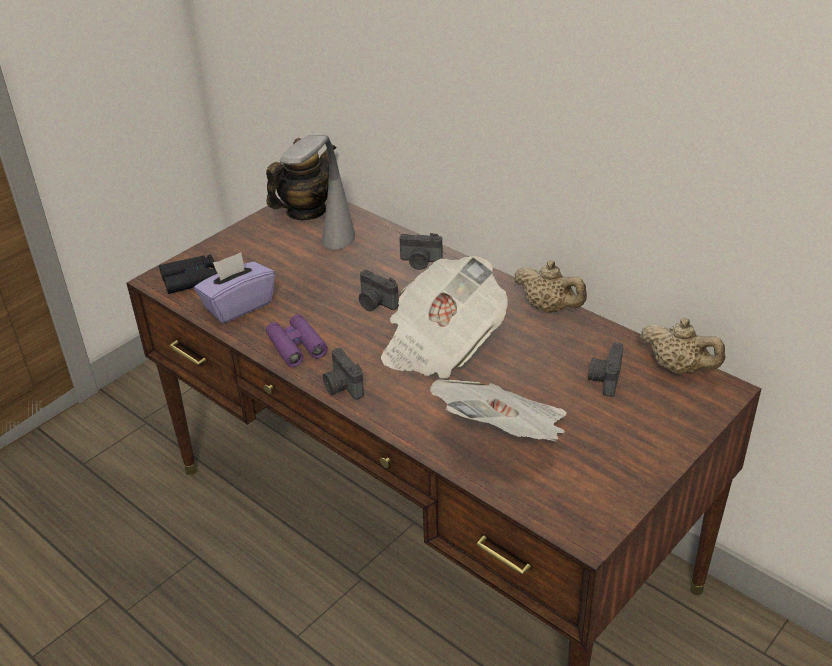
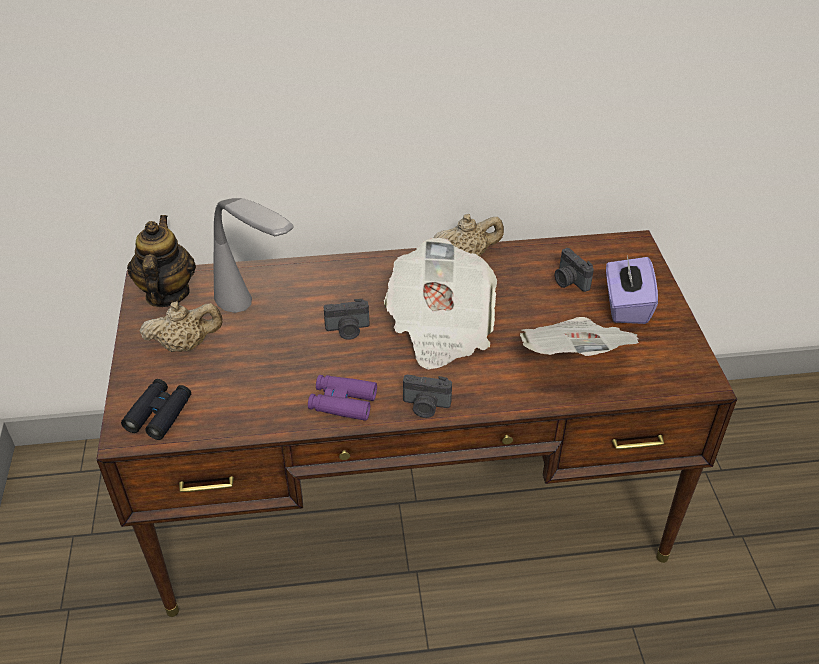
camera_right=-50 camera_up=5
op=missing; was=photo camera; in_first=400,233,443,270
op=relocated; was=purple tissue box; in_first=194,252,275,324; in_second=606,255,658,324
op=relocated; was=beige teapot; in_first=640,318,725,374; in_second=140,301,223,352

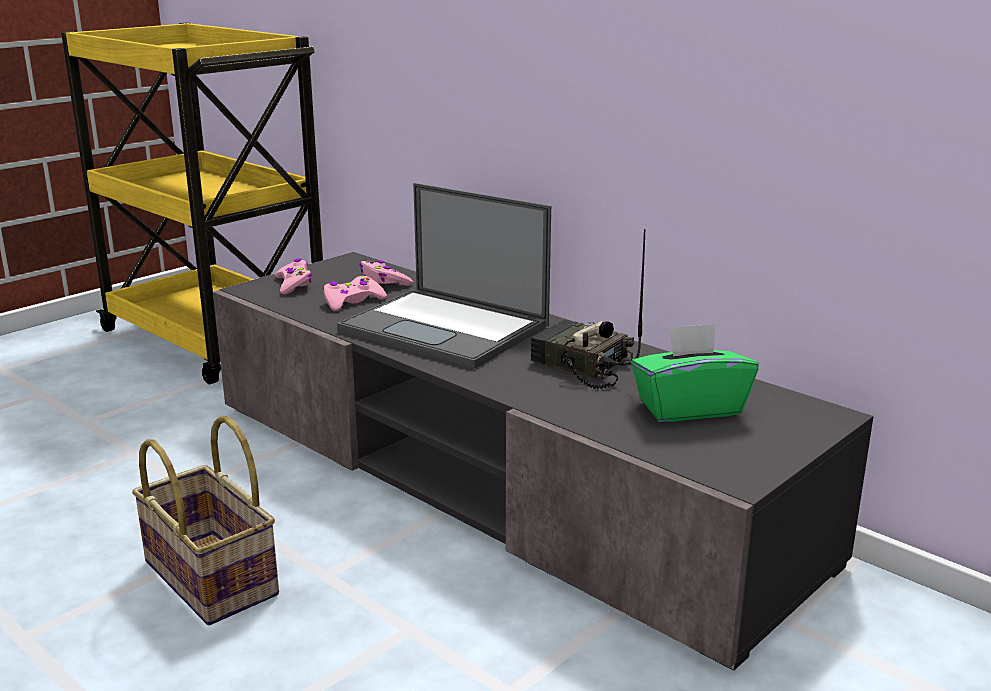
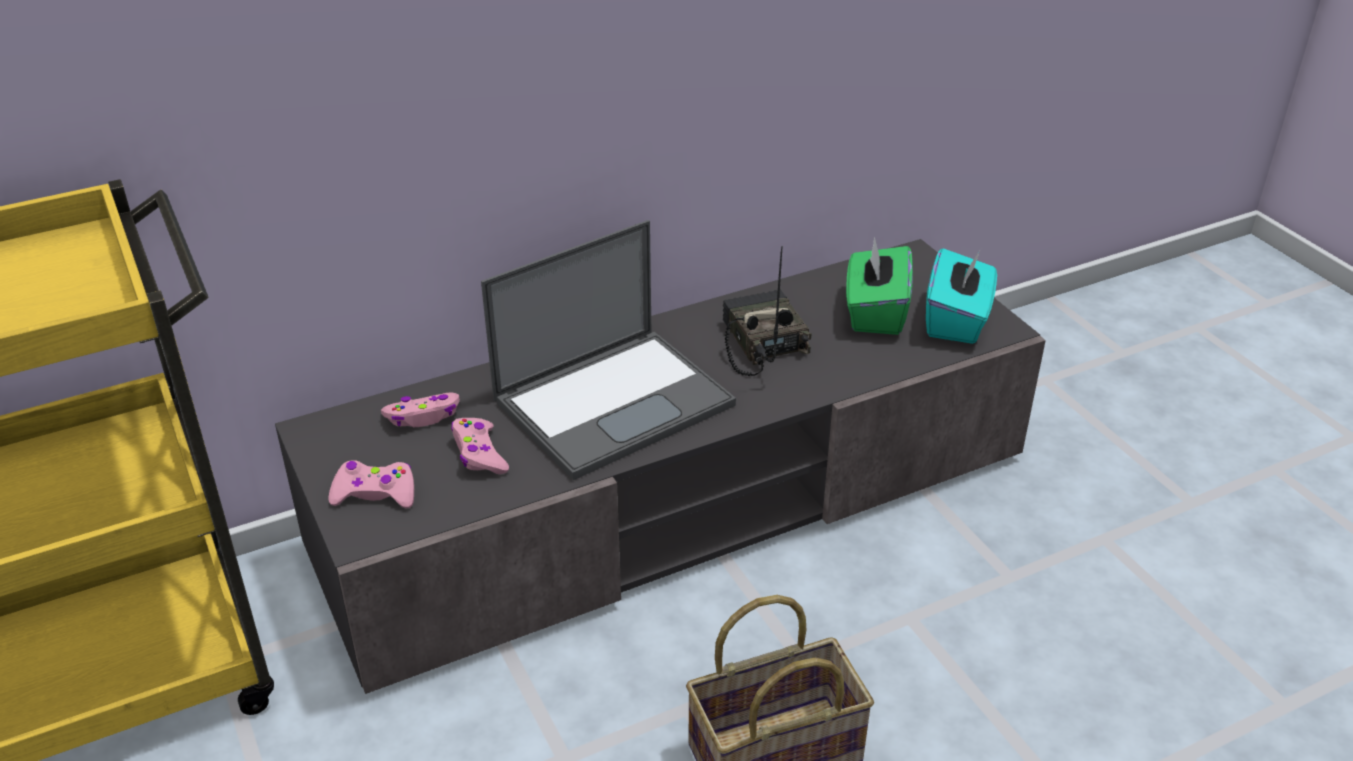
camera_right=-70 camera_up=15
op=appeared; now=turquoise tissue box; in_second=926,248,997,344
op=spun; was=radio; in_first=531,229,646,389; in_second=723,246,812,376; clockwise=105

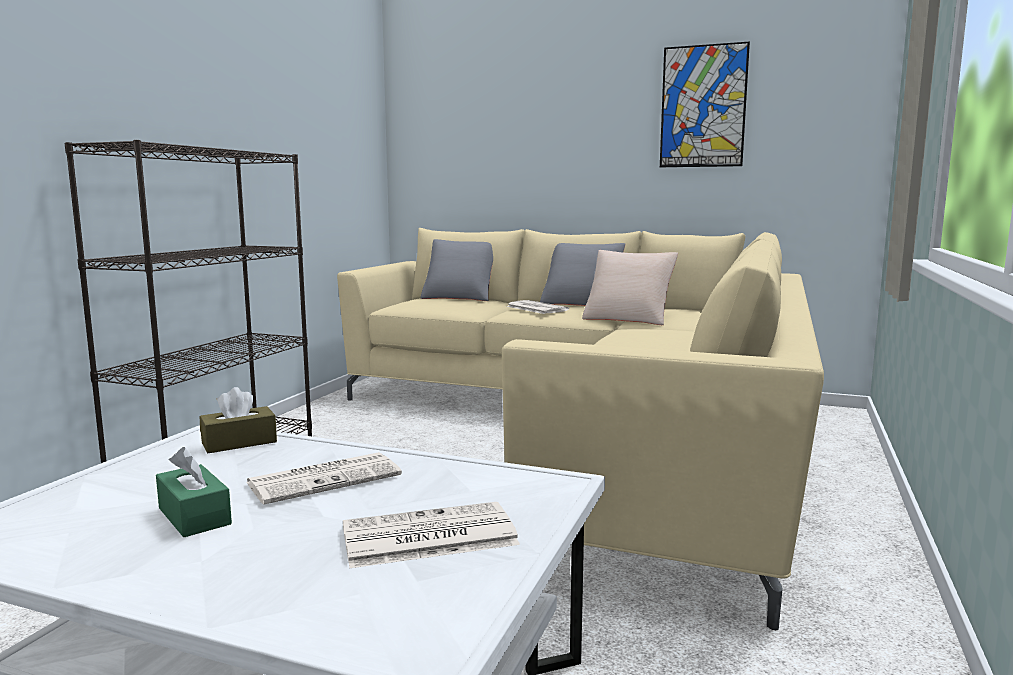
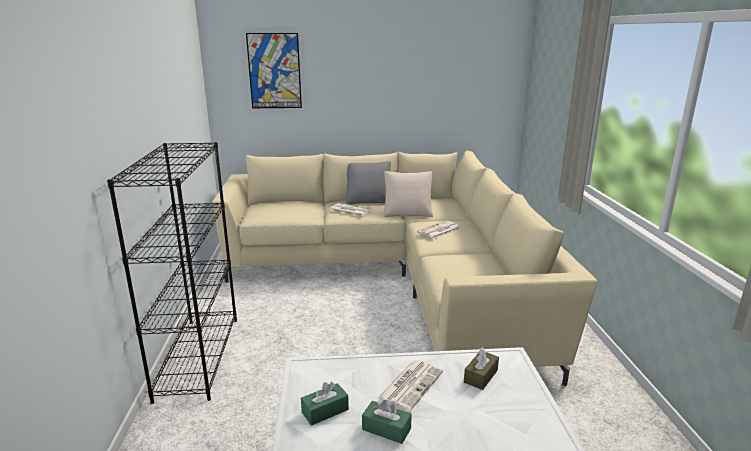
camera_right=-25 camera_up=10
op=missing; was=grey pillow; in_first=421,239,493,301
op=appeared; now=green tissue box; in_second=301,382,349,426
op=relocated; was=brown tissue box; in_first=200,387,277,453; in_second=464,348,499,390
op=relocated; was=newspaper; in_first=343,502,520,568; in_second=417,221,462,239
op=relocated; was=picture; in_first=660,41,750,167; in_second=246,33,302,108

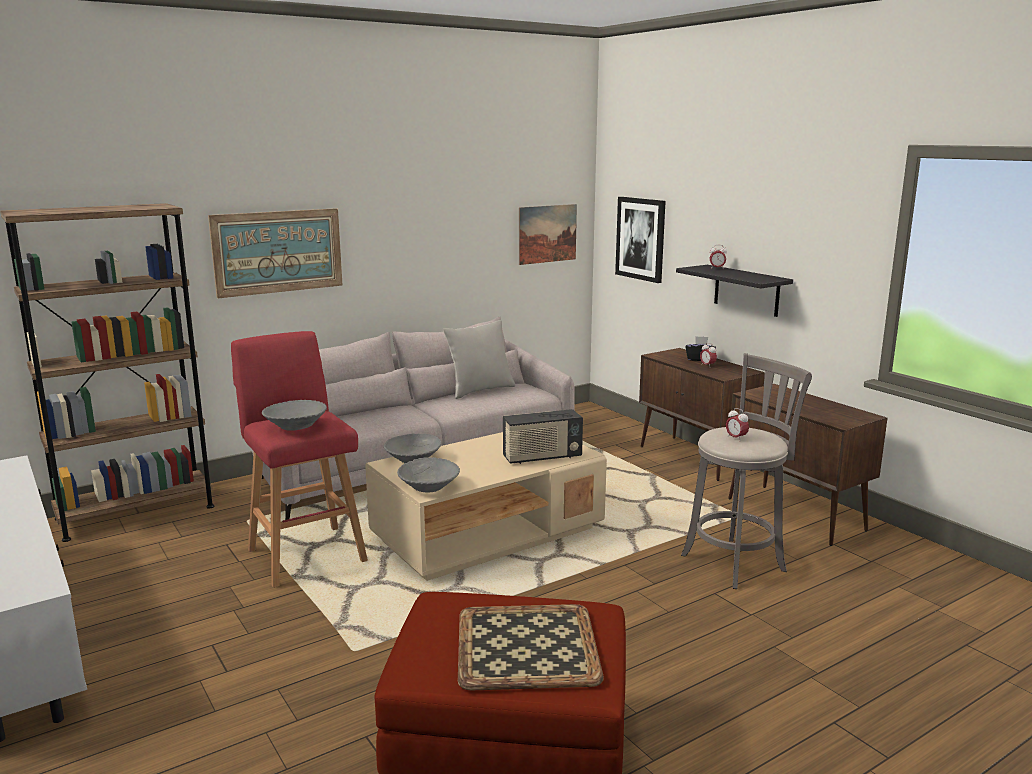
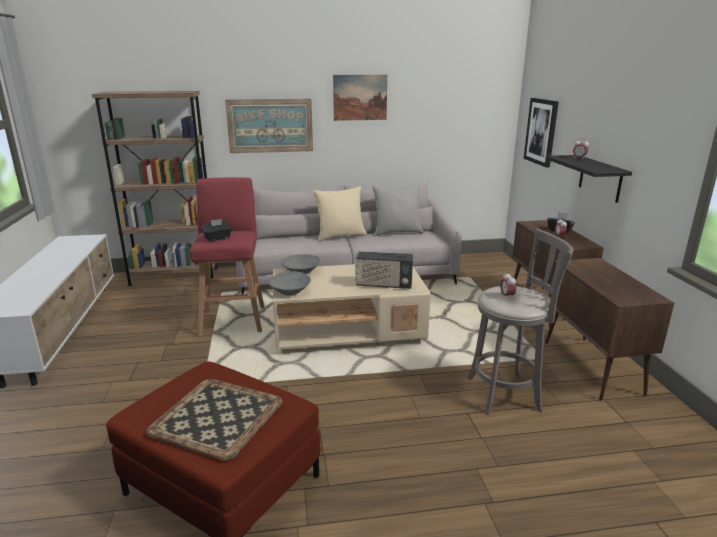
camera_right=25 camera_up=5
op=appeared; now=beige pillow; in_second=313,187,367,241
op=relocated; was=picture; in_first=519,204,577,265; in_second=333,75,387,121
op=exchanged; was=grey bowl; now=black tissue box; in_first=262,400,327,431; in_second=201,219,232,241

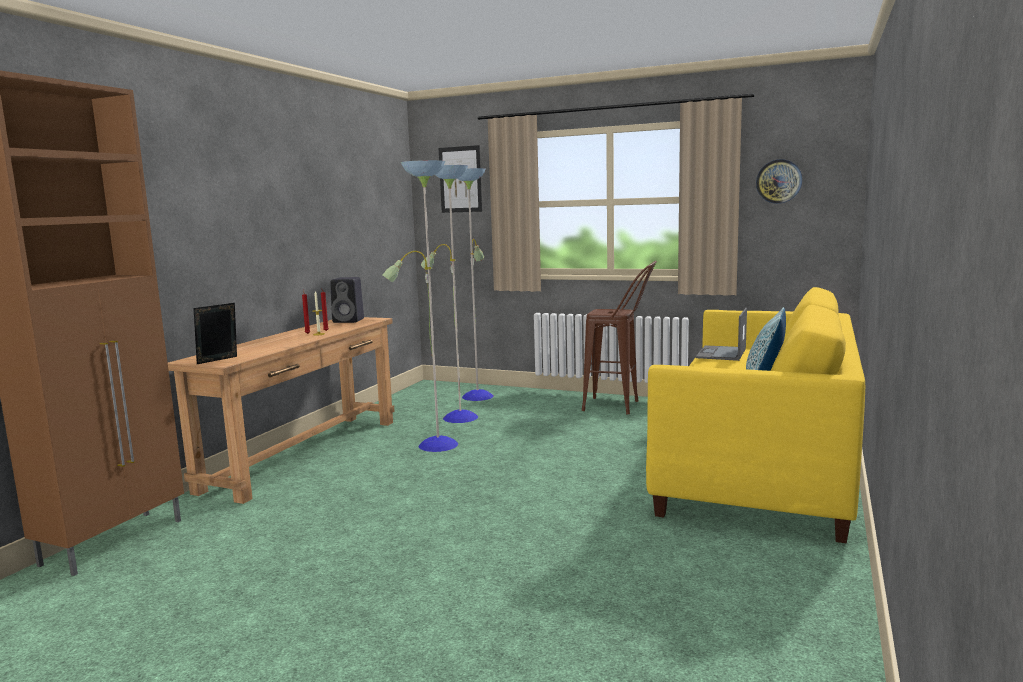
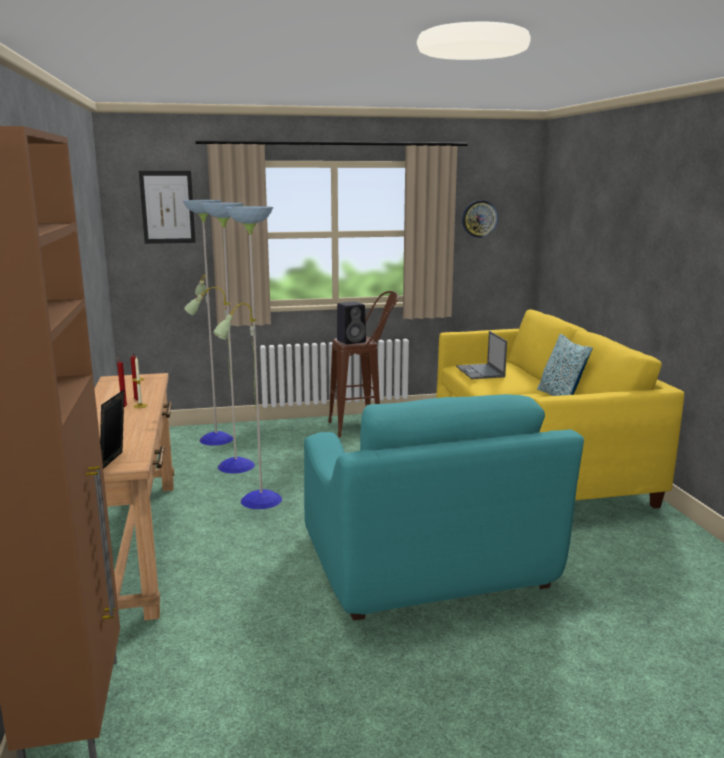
camera_right=-35 camera_up=5
op=appeared; now=turquoise armchair; in_second=304,394,584,621
op=relocated; was=black speaker; in_first=331,277,364,323; in_second=337,301,366,344

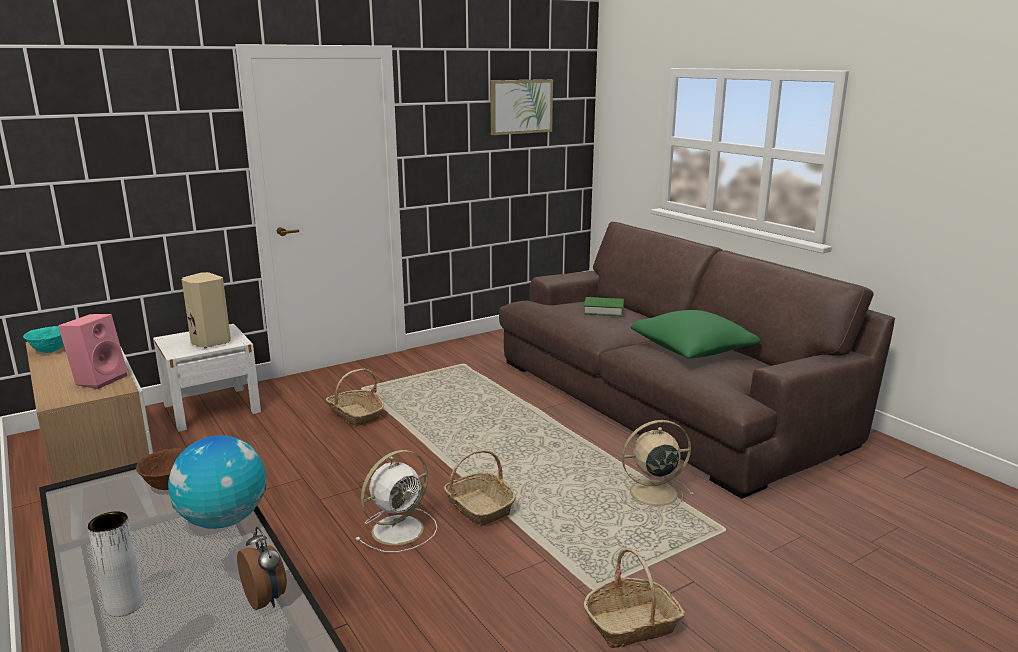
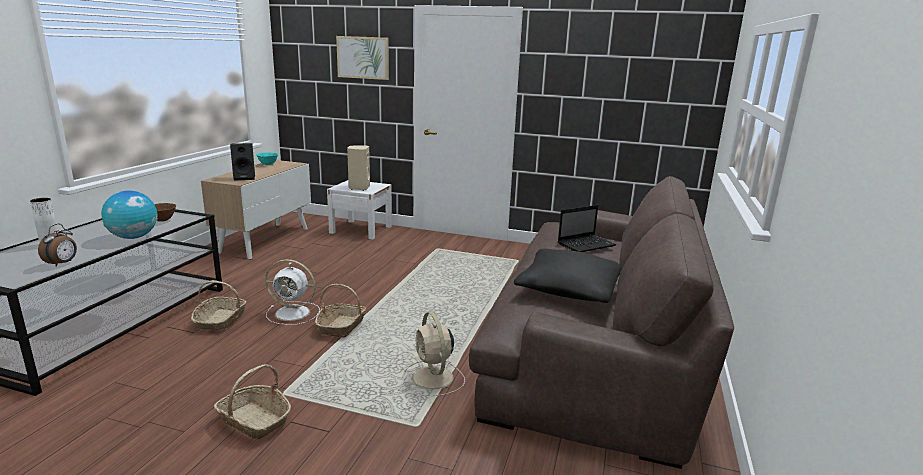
camera_right=50 camera_up=0
op=relocated; was=basket; in_first=326,368,384,426; in_second=191,280,246,331
op=relocated; was=picture; in_first=490,79,553,135; in_second=336,36,389,80
op=exchanged; was=green book; now=laptop; in_first=583,297,624,316; in_second=558,205,616,252
op=colour; was=pink speaker; now=black speaker; in_first=58,314,127,389; in_second=230,143,255,181
op=colour; was=green pillow; now=black pillow; in_first=630,310,761,359; in_second=514,249,622,303
op=spun; was=beige fan; in_first=617,420,694,513; in_second=403,312,465,396; clockwise=-150

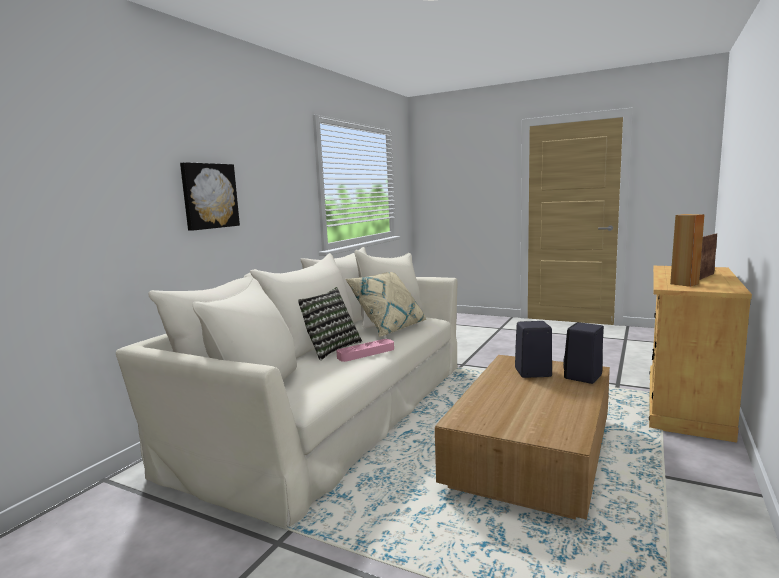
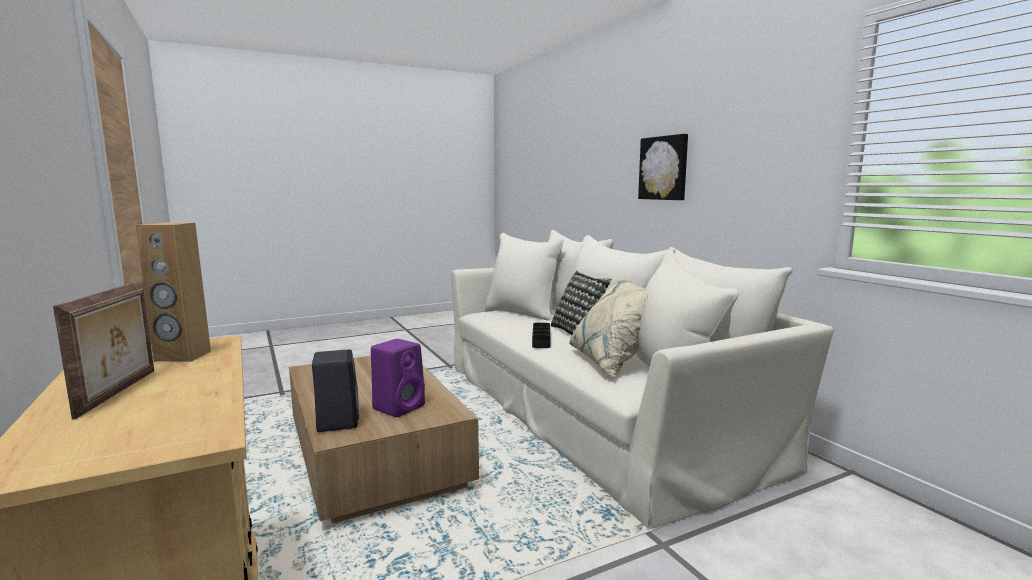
camera_right=125 camera_up=0
op=colour; was=pink tray; now=black tray; in_first=336,339,394,362; in_second=532,323,551,348
op=colour; was=black speaker; now=purple speaker; in_first=515,321,552,378; in_second=371,339,425,417

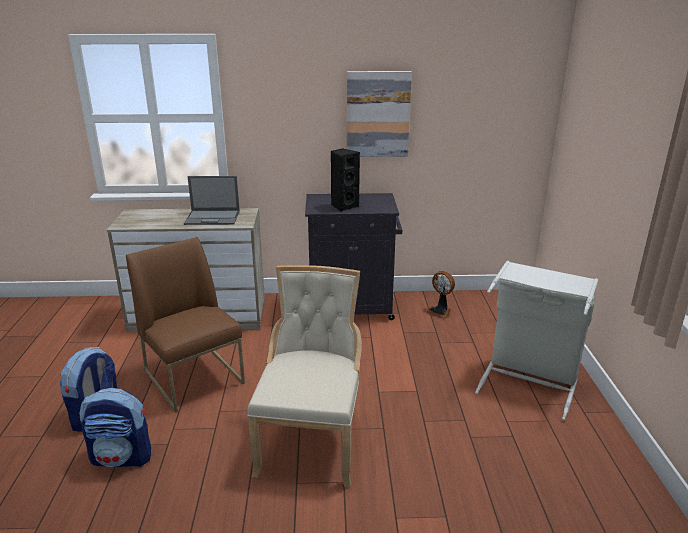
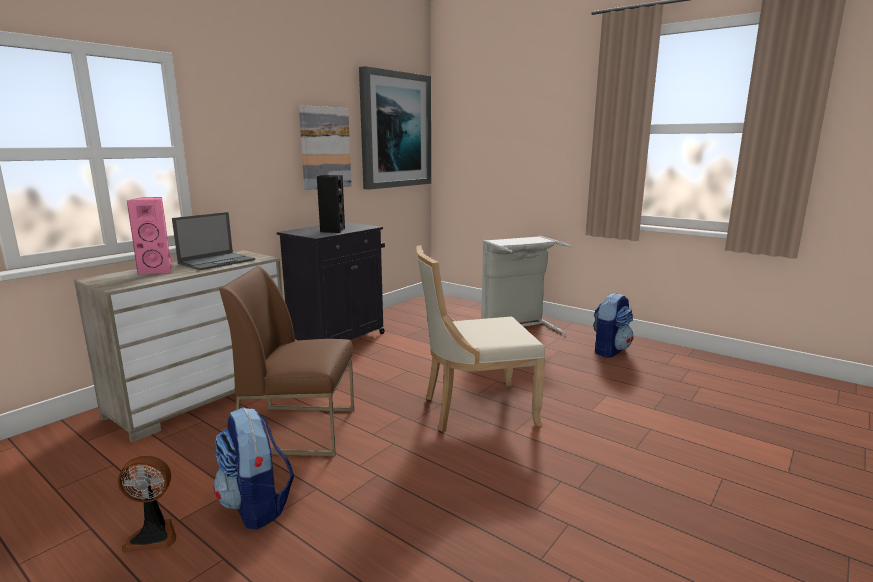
camera_right=-50 camera_up=-10
op=appeared; now=pink speaker; in_second=127,197,172,274
op=appeared; now=picture; in_second=359,66,431,190
op=relocated; was=backpack; in_first=79,388,151,467; in_second=593,292,634,357
op=relocated; was=fan; in_first=426,271,455,319; in_second=118,455,176,552
op=spun; was=beige chair; in_first=248,265,362,488; in_second=416,245,545,431; clockwise=-60

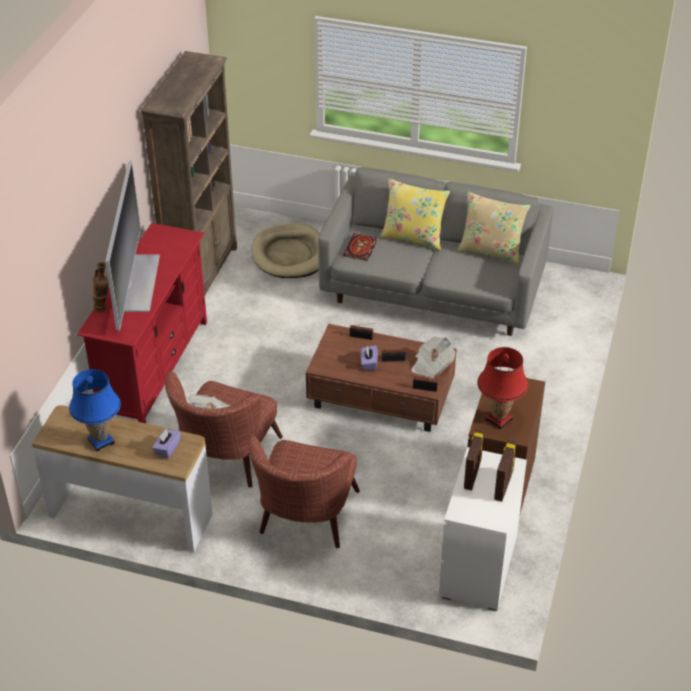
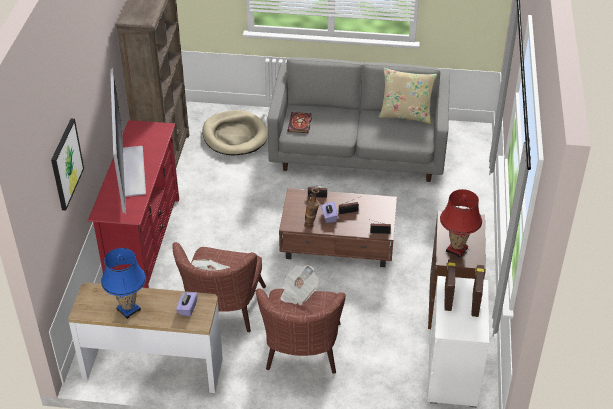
camera_right=-10 camera_up=0
op=missing; was=yellow pillow; in_first=380,178,450,250
op=appeared; now=picture; in_second=51,119,84,211
op=relocated; was=vase; in_first=93,262,109,312; in_second=304,188,320,228
op=relocated; was=newspaper; in_first=411,336,455,379; in_second=280,265,319,305

